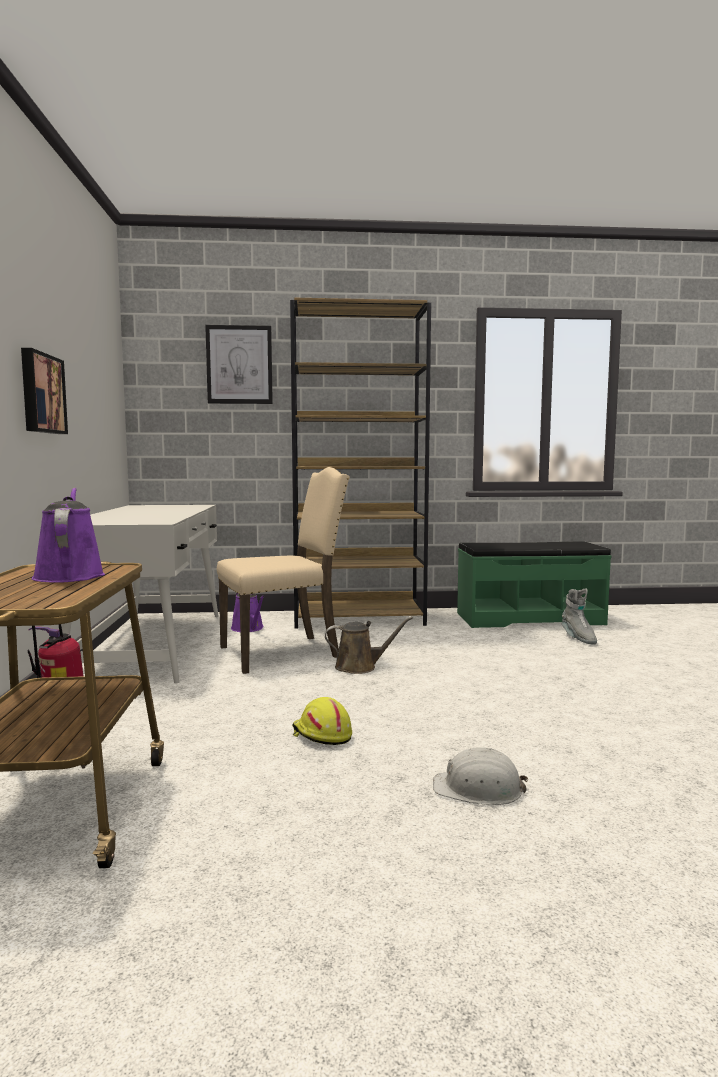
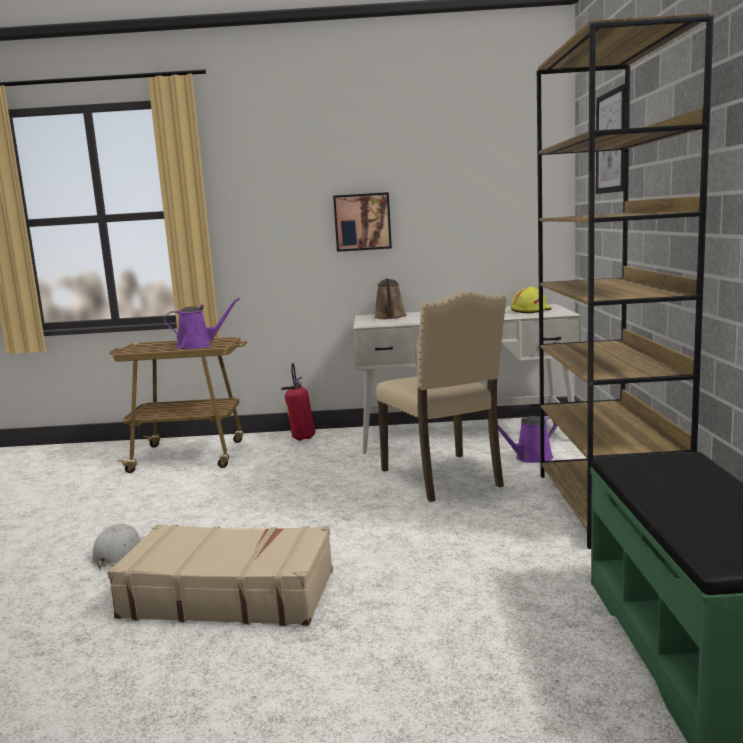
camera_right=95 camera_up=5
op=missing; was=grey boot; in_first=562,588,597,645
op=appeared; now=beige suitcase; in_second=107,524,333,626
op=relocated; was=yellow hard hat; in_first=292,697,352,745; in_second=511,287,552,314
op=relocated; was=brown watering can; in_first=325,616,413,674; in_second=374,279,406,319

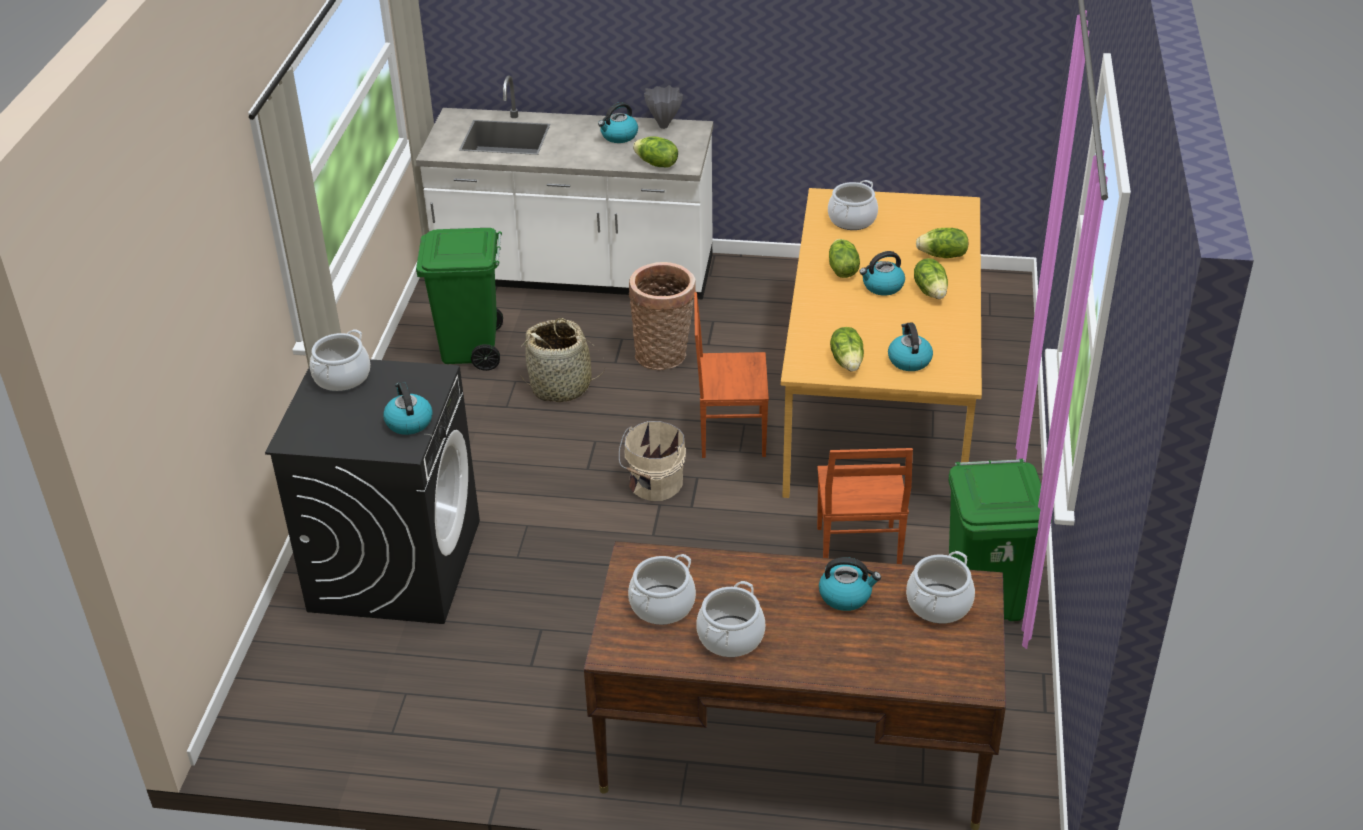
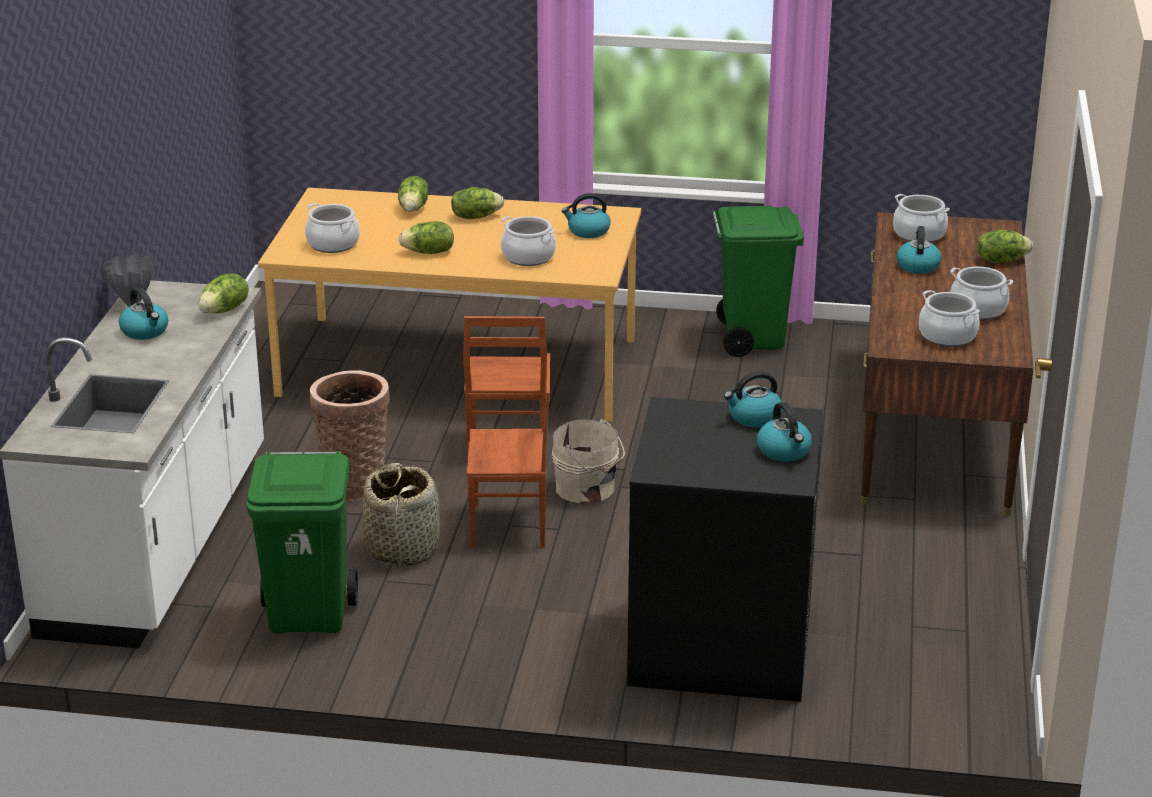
camera_right=-90 camera_up=-10
op=relocated; was=cooking pot; in_first=310,329,370,392; in_second=501,216,556,266
op=relocated; was=brown chair; in_first=817,448,913,564; in_second=467,353,550,547
op=relocated; was=lettuce; in_first=830,327,864,371; in_second=977,230,1033,263
op=relocated; was=kettle; in_first=859,251,905,296; in_second=757,402,812,462

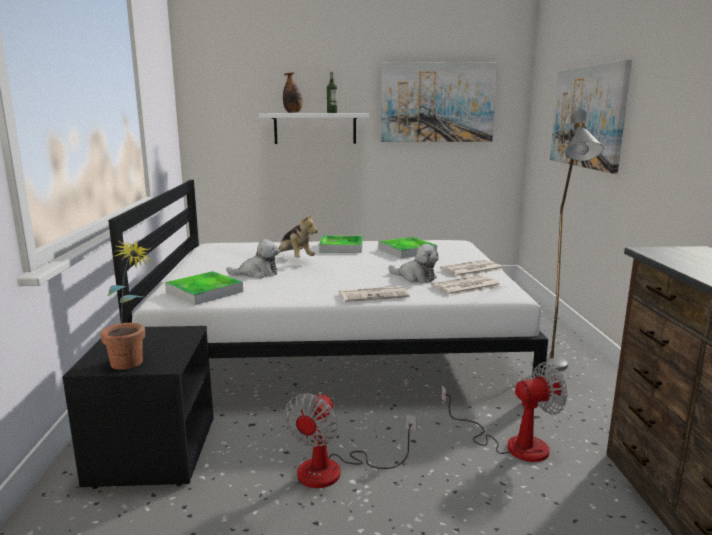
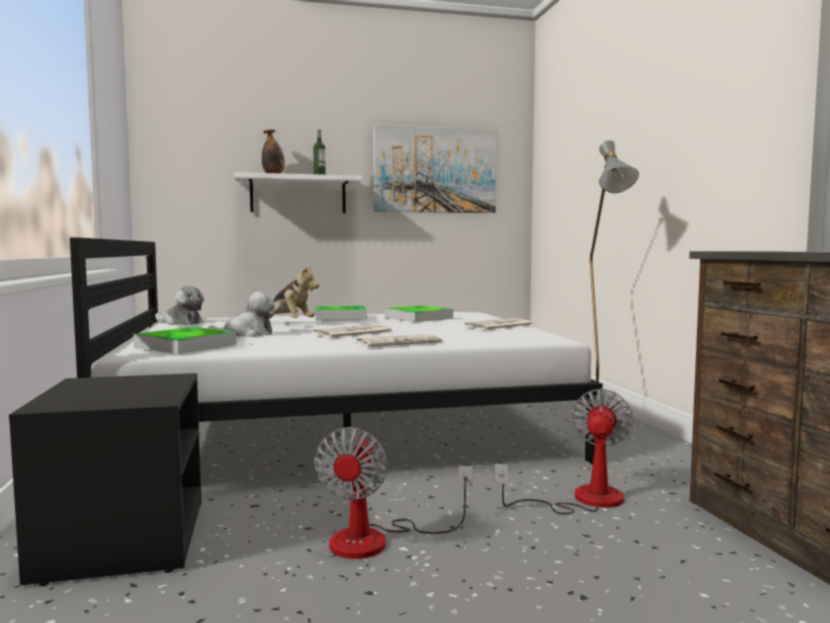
camera_right=-10 camera_up=-10
op=missing; was=potted plant; in_first=100,240,154,370
op=missing; was=picture; in_first=550,59,632,173
op=relocated; was=plush toy; in_first=389,244,439,283; in_second=155,286,204,325
op=relocated; was=newspaper; in_first=431,275,501,296; in_second=314,324,392,338
op=spun; was=fan; in_first=441,362,568,462; in_second=495,389,633,514; clockwise=-45

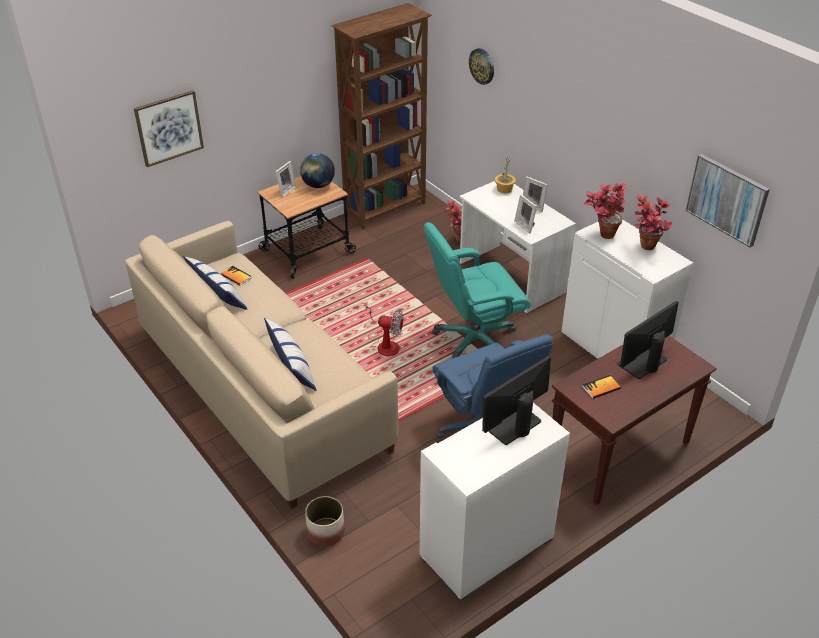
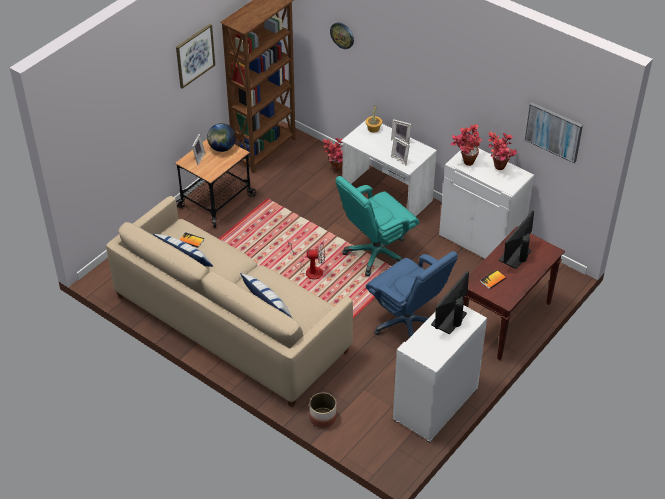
camera_right=-15 camera_up=5
op=relocated; was=picture; in_first=134,90,204,167; in_second=176,24,215,89

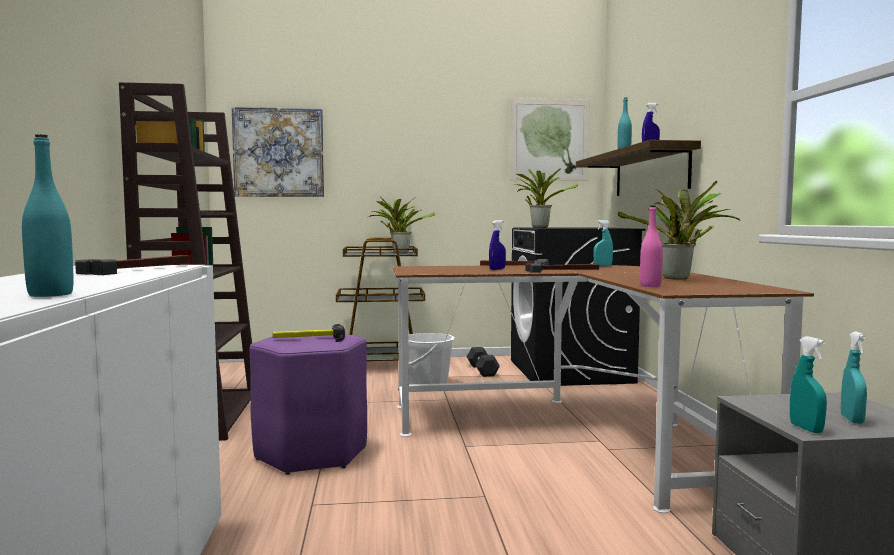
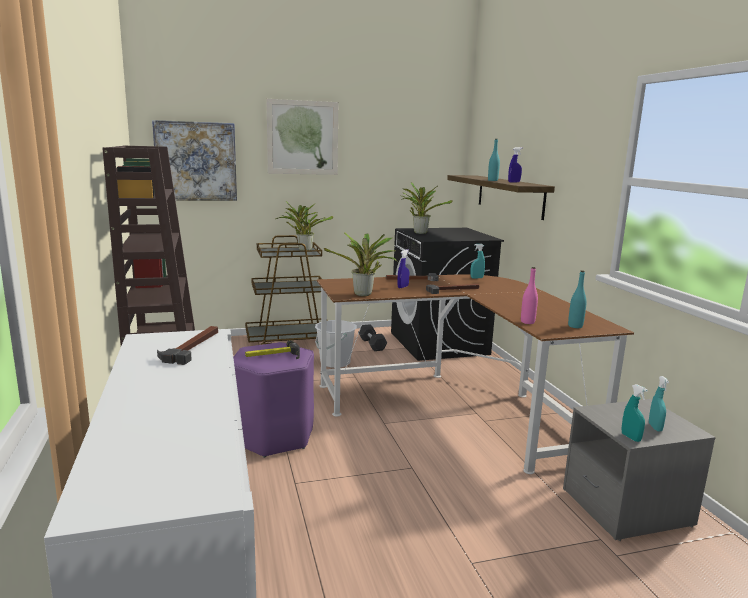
camera_right=-10 camera_up=10
op=relocated; was=turquoise bottle; in_first=22,134,73,297; in_second=568,270,587,328
op=relocated; was=picture; in_first=510,98,590,181; in_second=266,99,338,175
op=relocated; was=potted plant; in_first=617,181,740,280; in_second=324,233,398,296

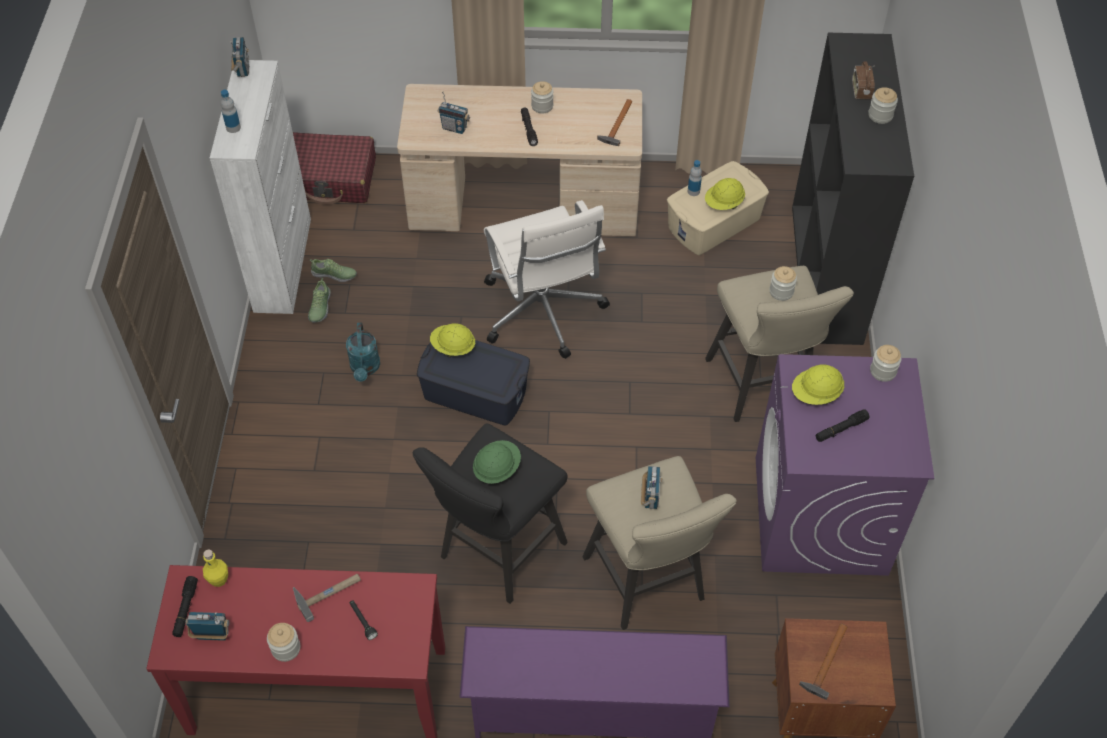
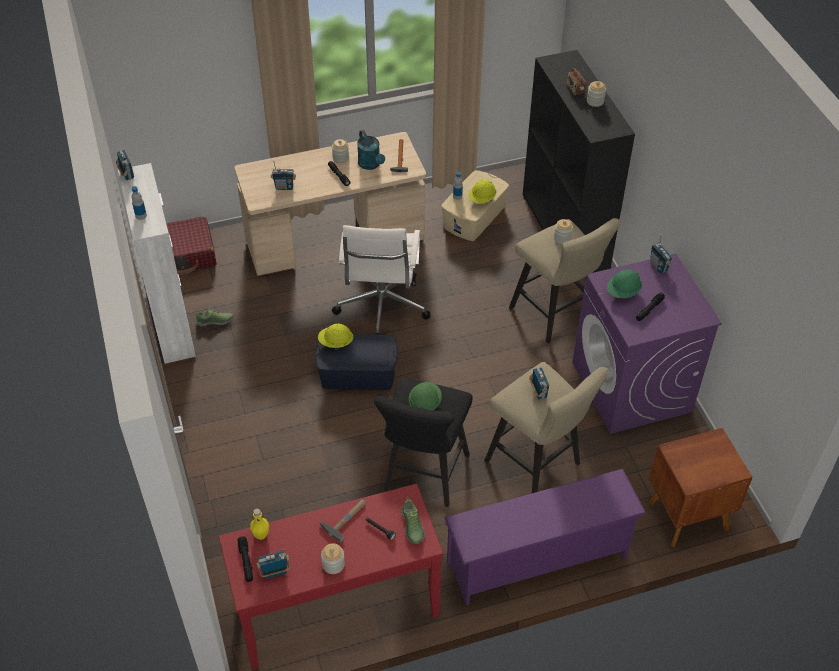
camera_right=-20 camera_up=-5
op=missing; was=hammer; in_first=799,624,848,700
op=relocated; was=shoe; in_first=308,278,331,323; in_second=401,497,424,544
op=relocated; was=turquoise watering can; in_first=346,322,380,382; in_second=357,130,385,170
op=exchanged; was=jar; now=radio; in_first=870,345,902,382; in_second=650,234,672,274
op=colour; was=yellow hard hat; now=green hard hat; in_first=792,365,844,405; in_second=607,269,642,298
op=spun; was=white office chair; in_first=484,200,610,359; in_second=332,225,431,335; clockwise=45

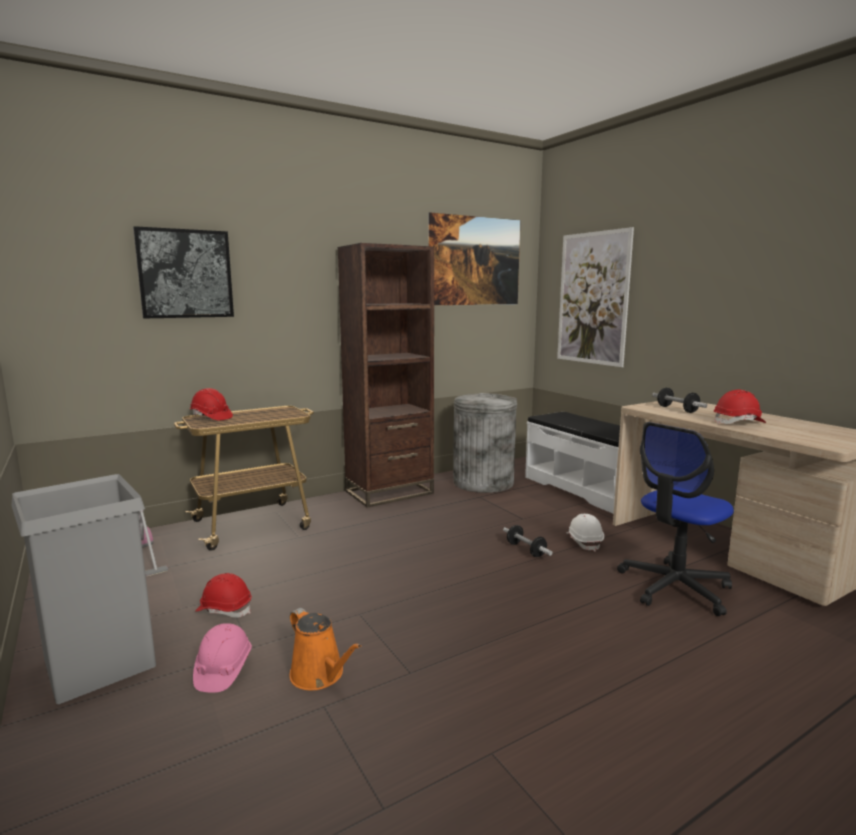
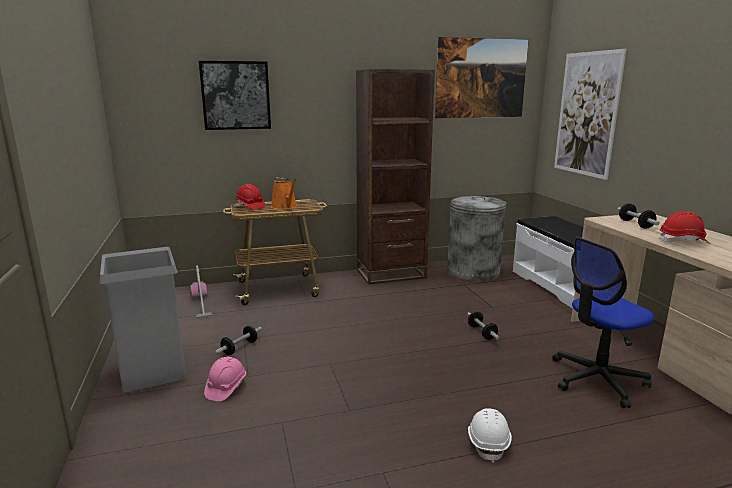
camera_right=15 camera_up=5
op=relocated; was=orange watering can; in_first=290,608,361,690; in_second=271,177,297,209
op=relocated; was=white hard hat; in_first=567,514,604,552; in_second=468,408,512,463
op=exchanged; was=red hard hat; now=dumbbell; in_first=195,573,252,618; in_second=215,326,262,355

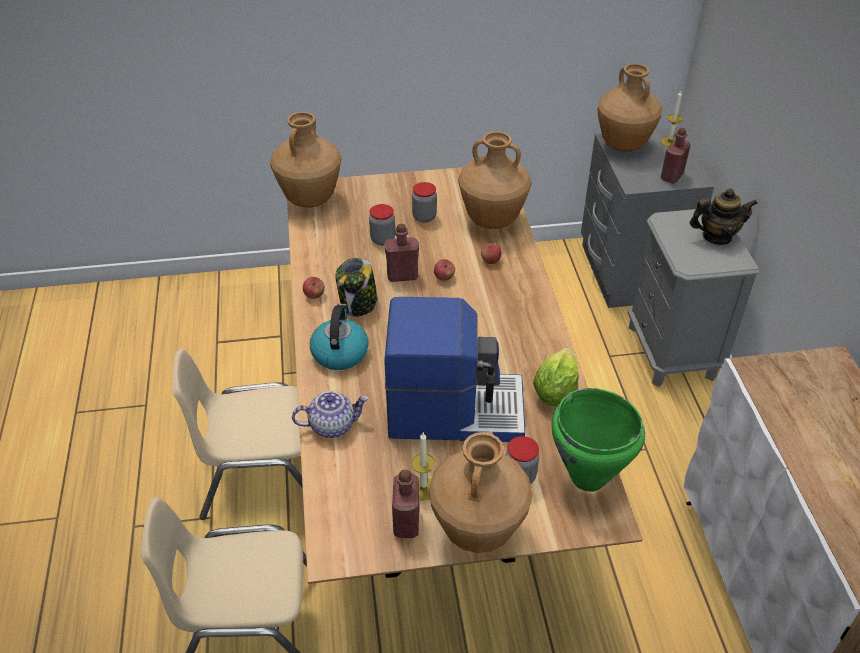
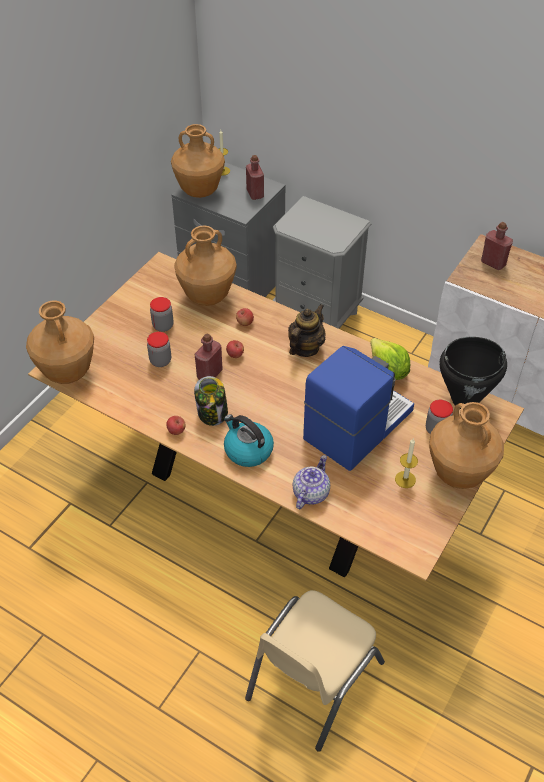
camera_right=-50 camera_up=5
op=missing; was=beige chair; in_first=172,349,303,520
op=relocated; was=red bottle; in_first=392,470,419,538; in_second=481,222,513,270
op=relocated; was=teapot; in_first=690,188,758,245; in_second=288,304,326,357
op=colour; was=green cooking pot; now=black cooking pot; in_first=551,388,645,492; in_second=439,337,507,409

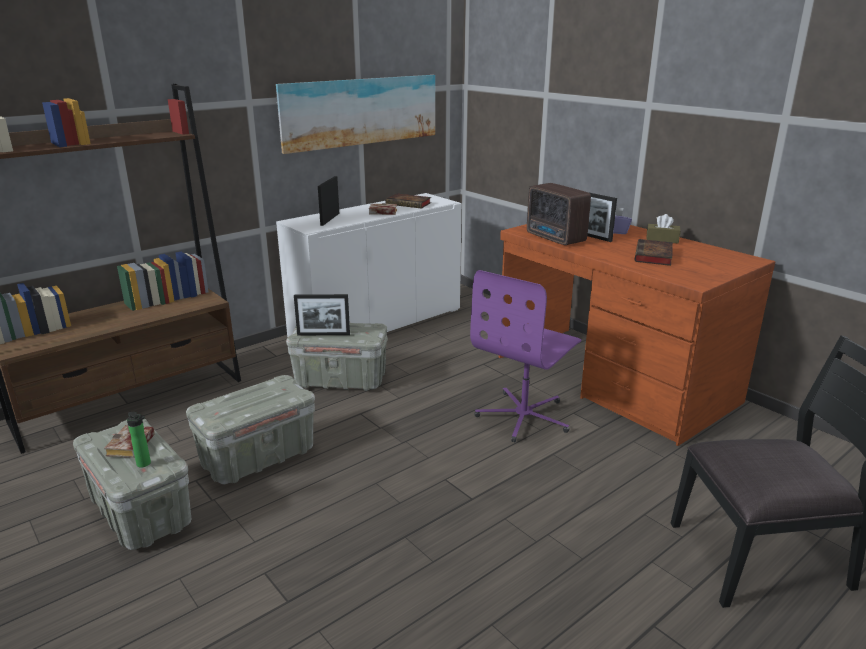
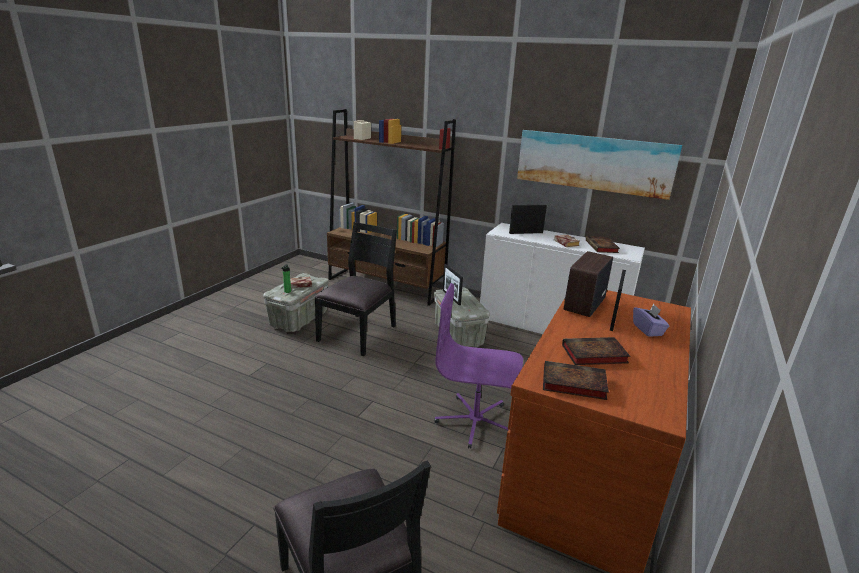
camera_right=65 camera_up=0
op=missing; was=brown tissue box; in_first=646,214,681,243
op=appeared; now=book; in_second=543,361,609,400
op=exchanged; was=grey storage box; now=black chair; in_first=186,375,315,484; in_second=315,222,397,356

